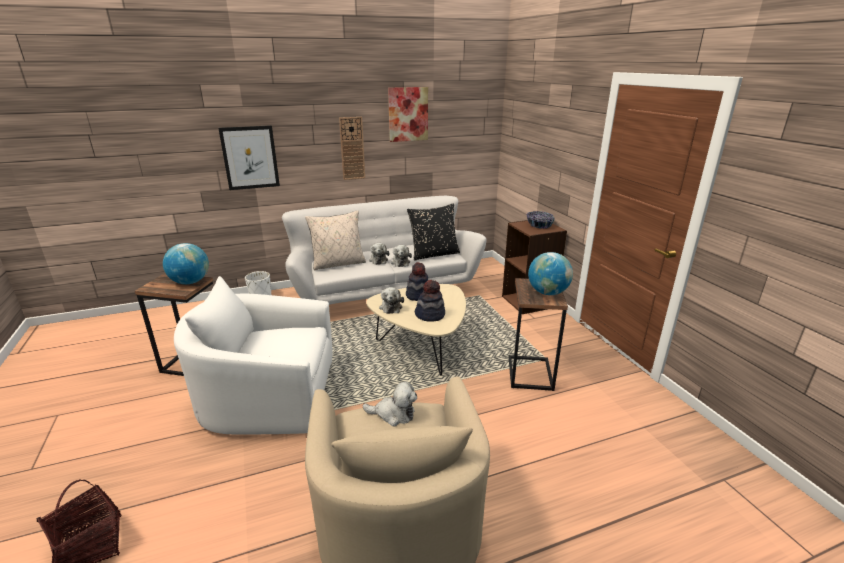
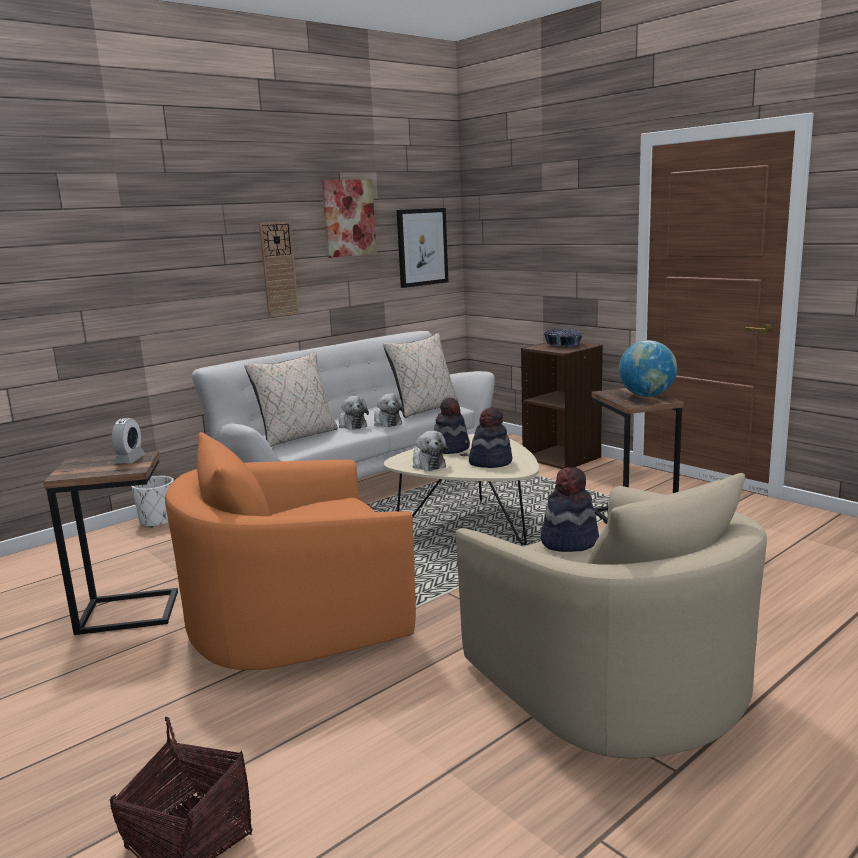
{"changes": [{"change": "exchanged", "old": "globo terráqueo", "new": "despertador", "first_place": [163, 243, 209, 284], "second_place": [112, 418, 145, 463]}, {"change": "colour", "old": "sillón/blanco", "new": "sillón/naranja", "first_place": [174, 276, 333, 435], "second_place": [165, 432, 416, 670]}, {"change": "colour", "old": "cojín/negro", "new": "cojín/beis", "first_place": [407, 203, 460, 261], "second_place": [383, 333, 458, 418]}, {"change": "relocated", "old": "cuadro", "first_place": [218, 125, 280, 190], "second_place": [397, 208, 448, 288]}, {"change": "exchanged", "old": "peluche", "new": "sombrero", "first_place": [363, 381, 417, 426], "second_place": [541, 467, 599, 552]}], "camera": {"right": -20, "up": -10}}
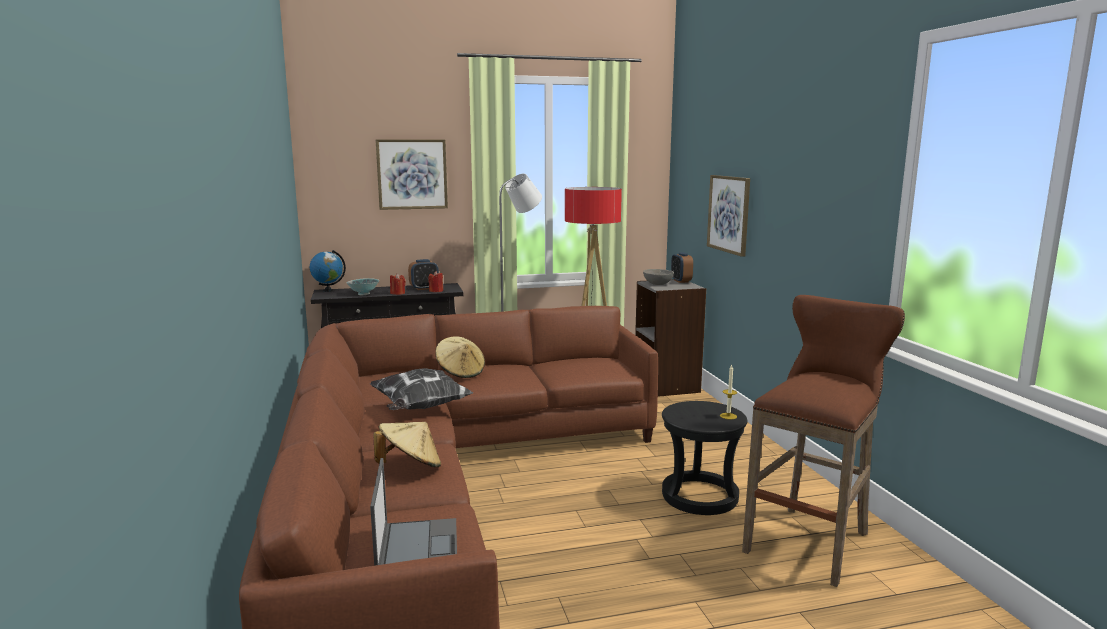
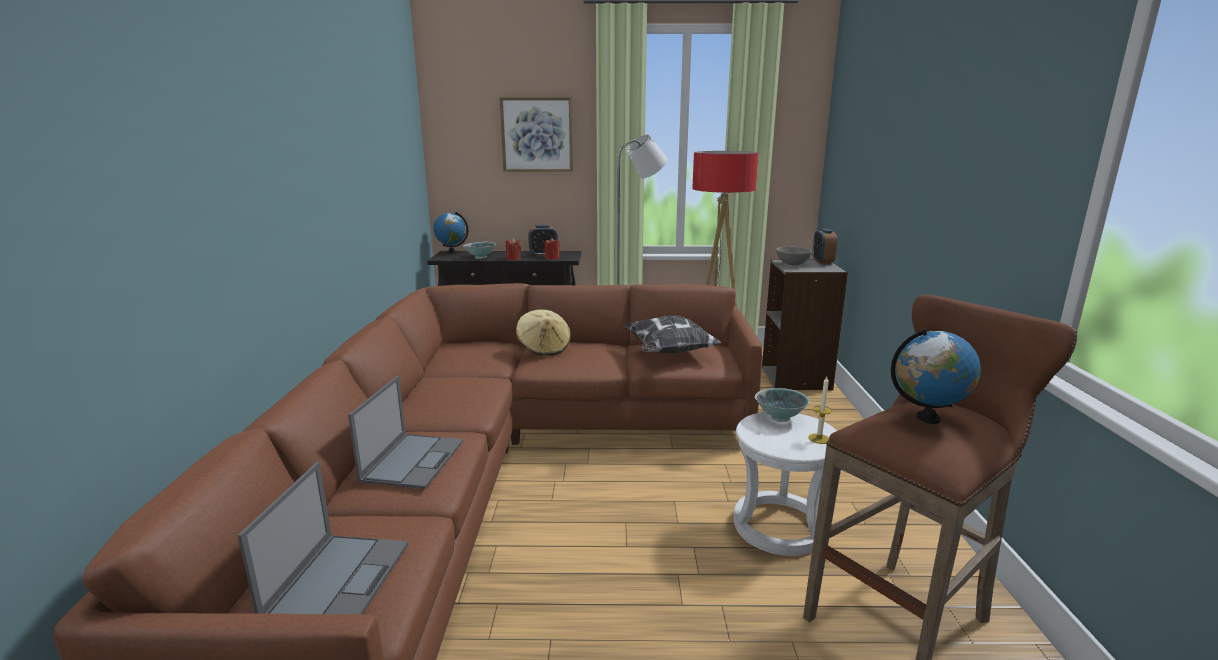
{"changes": [{"change": "exchanged", "old": "sombrero/beis", "new": "portátil", "first_place": [374, 422, 441, 467], "second_place": [348, 376, 463, 489]}, {"change": "relocated", "old": "cojín", "first_place": [370, 368, 473, 410], "second_place": [624, 315, 722, 354]}, {"change": "colour", "old": "taburete/negro", "new": "taburete/blanco", "first_place": [662, 401, 747, 515], "second_place": [734, 412, 837, 556]}, {"change": "appeared", "new": "cuenco", "second_place": [755, 388, 810, 422]}, {"change": "appeared", "new": "globo terráqueo", "second_place": [891, 328, 981, 424]}, {"change": "missing", "old": "cuadro", "first_place": [707, 175, 750, 257]}], "camera": {"right": 15, "up": 5}}
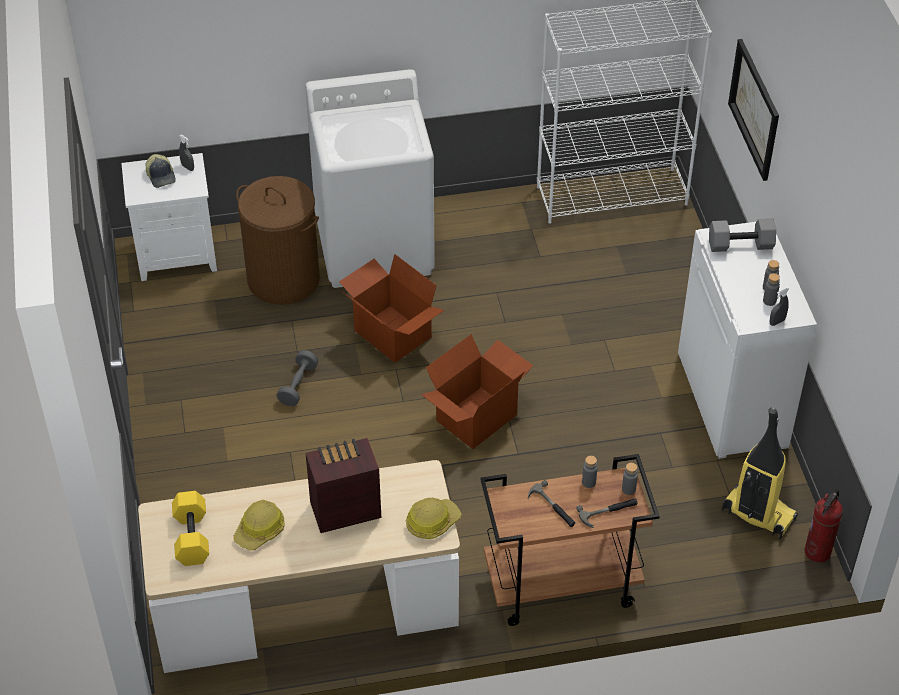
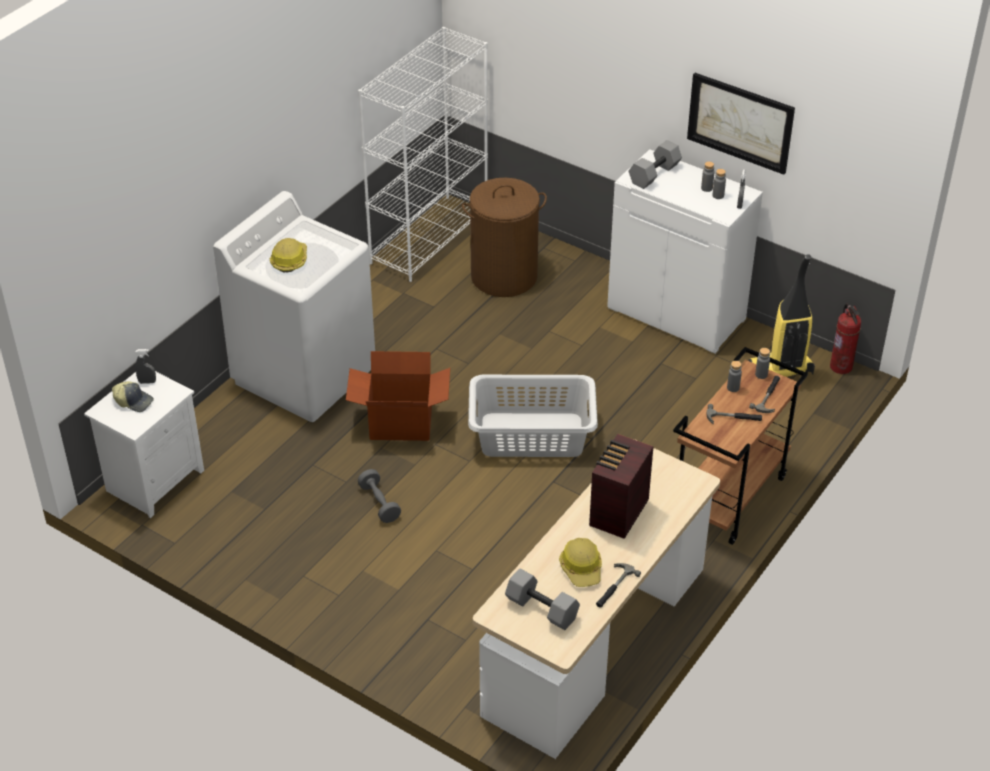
{"changes": [{"change": "relocated", "old": "casco", "first_place": [406, 498, 461, 539], "second_place": [270, 238, 307, 273]}, {"change": "relocated", "old": "cesto de la ropa/marrón", "first_place": [236, 176, 320, 305], "second_place": [462, 177, 547, 297]}, {"change": "exchanged", "old": "caja de cartón", "new": "cesto de la ropa/gris", "first_place": [421, 334, 533, 449], "second_place": [468, 375, 598, 457]}, {"change": "colour", "old": "mancuerna/amarillo", "new": "mancuerna/gris", "first_place": [172, 491, 209, 566], "second_place": [505, 568, 580, 630]}, {"change": "appeared", "new": "martillo", "second_place": [596, 563, 641, 608]}, {"change": "relocated", "old": "cuadro", "first_place": [728, 39, 779, 181], "second_place": [687, 73, 795, 175]}], "camera": {"right": -45, "up": -5}}
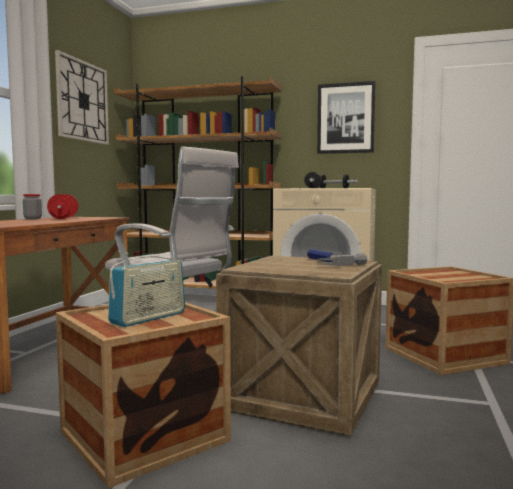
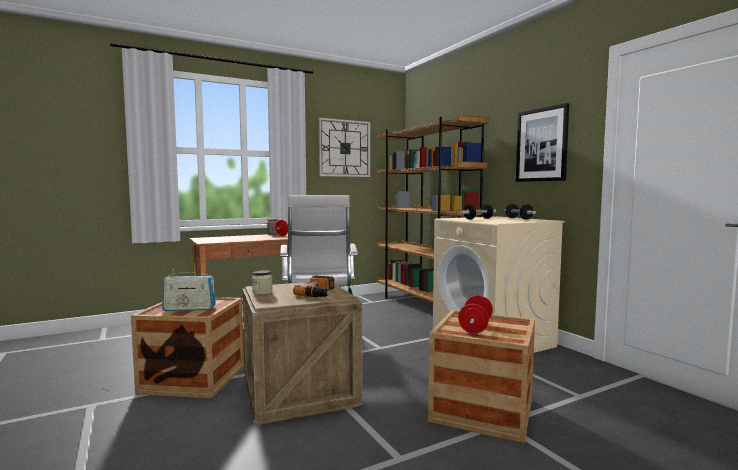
{"changes": [{"change": "appeared", "new": "tarro", "second_place": [252, 270, 273, 295]}, {"change": "exchanged", "old": "martillo", "new": "taladro", "first_place": [307, 249, 367, 266], "second_place": [293, 276, 334, 297]}, {"change": "appeared", "new": "mancuerna/rojo", "second_place": [458, 295, 493, 334]}], "camera": {"right": 45, "up": 0}}
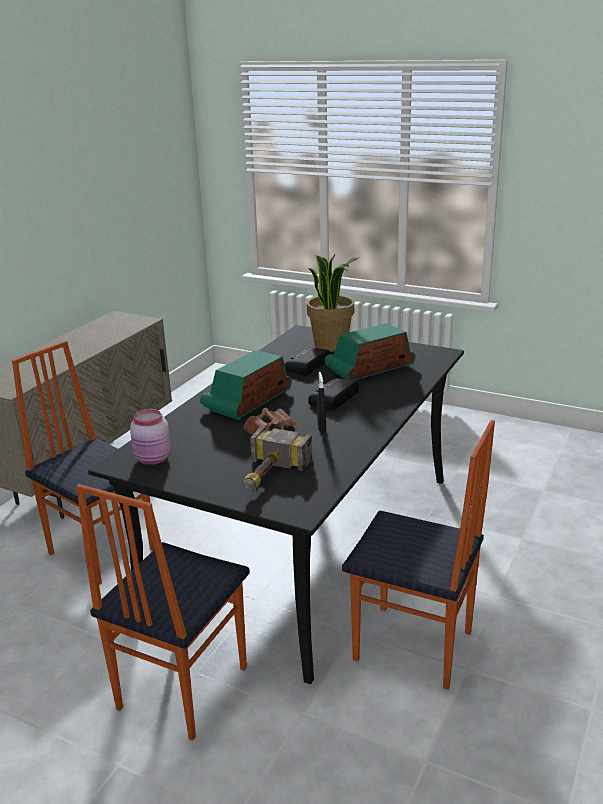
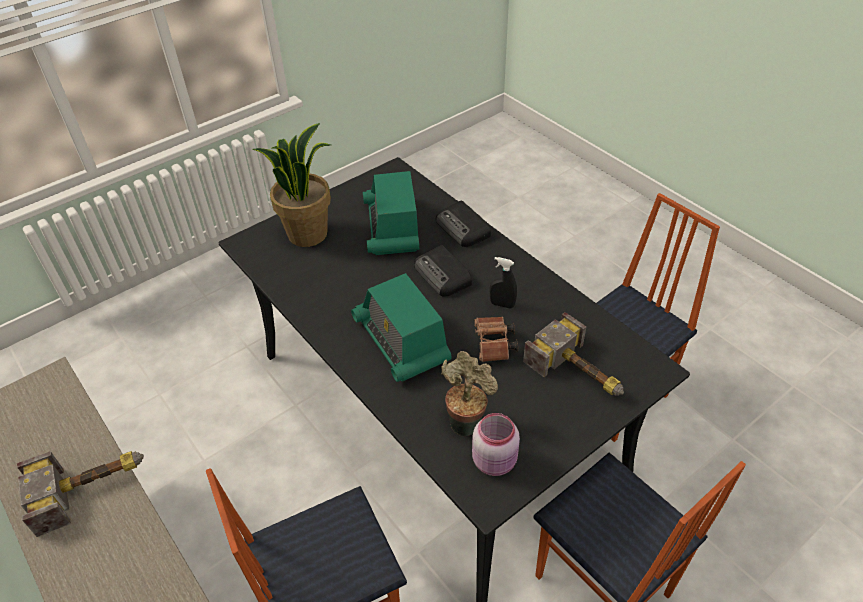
{"changes": [{"change": "appeared", "new": "martillo", "second_place": [17, 451, 144, 537]}, {"change": "relocated", "old": "radio", "first_place": [285, 348, 330, 376], "second_place": [436, 201, 491, 247]}, {"change": "appeared", "new": "planta en maceta", "second_place": [441, 351, 498, 436]}], "camera": {"right": -65, "up": 20}}
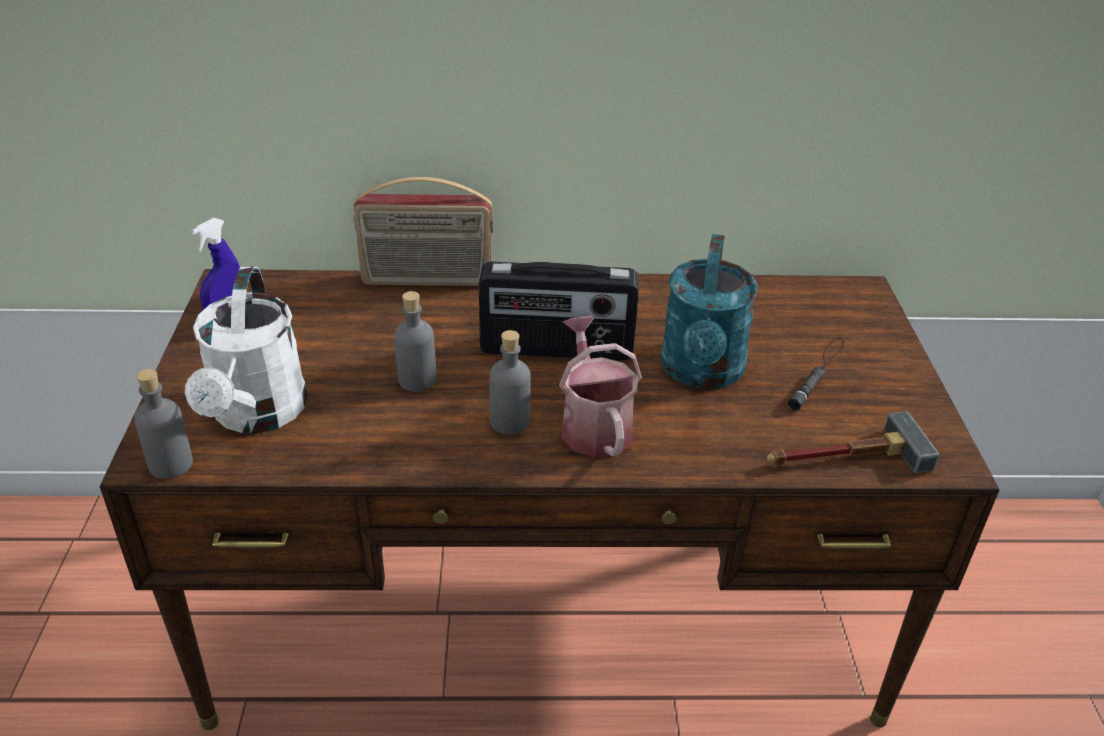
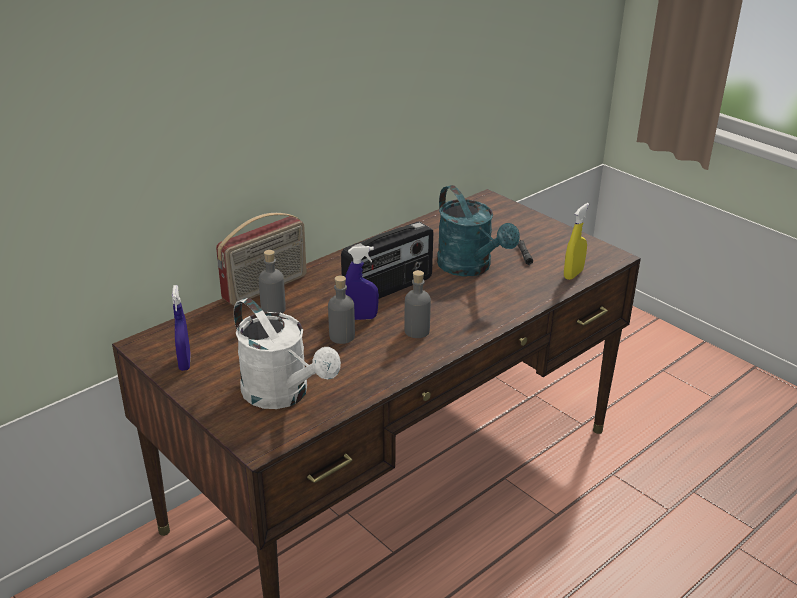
{"changes": [{"change": "relocated", "old": "botella/gris", "first_place": [134, 369, 193, 479], "second_place": [259, 250, 286, 313]}, {"change": "appeared", "new": "pulverizador/azul", "second_place": [345, 246, 379, 320]}, {"change": "exchanged", "old": "martillo", "new": "pulverizador/amarillo", "first_place": [767, 412, 940, 473], "second_place": [564, 203, 589, 280]}, {"change": "missing", "old": "regadera", "first_place": [559, 316, 642, 458]}], "camera": {"right": -40, "up": -5}}
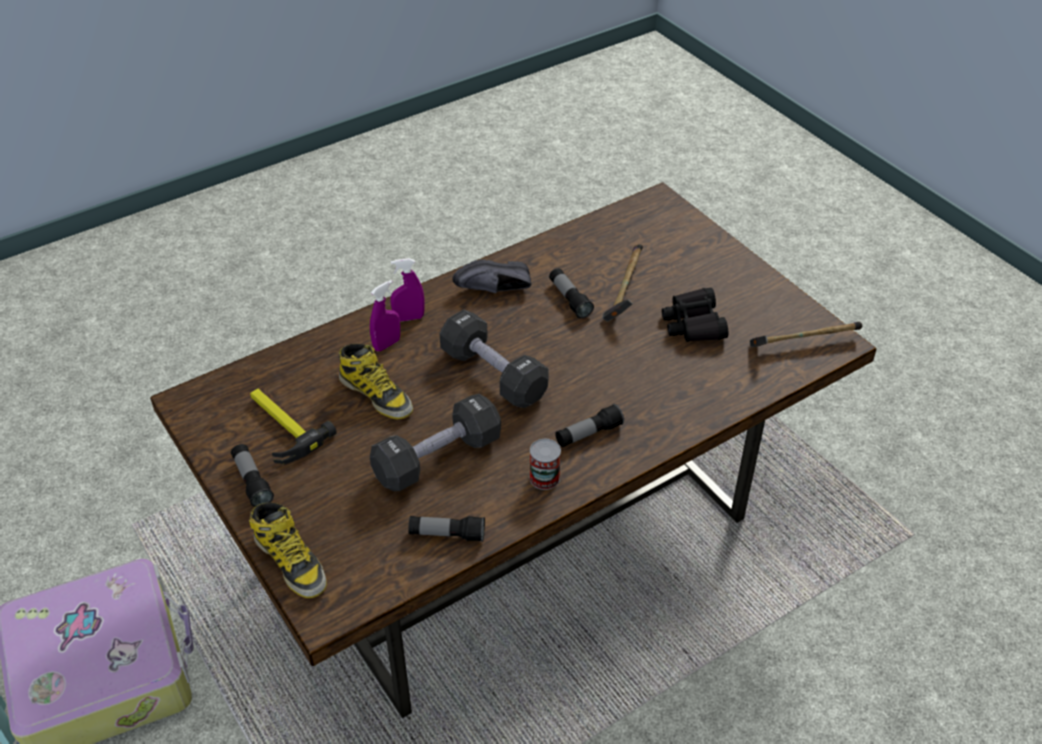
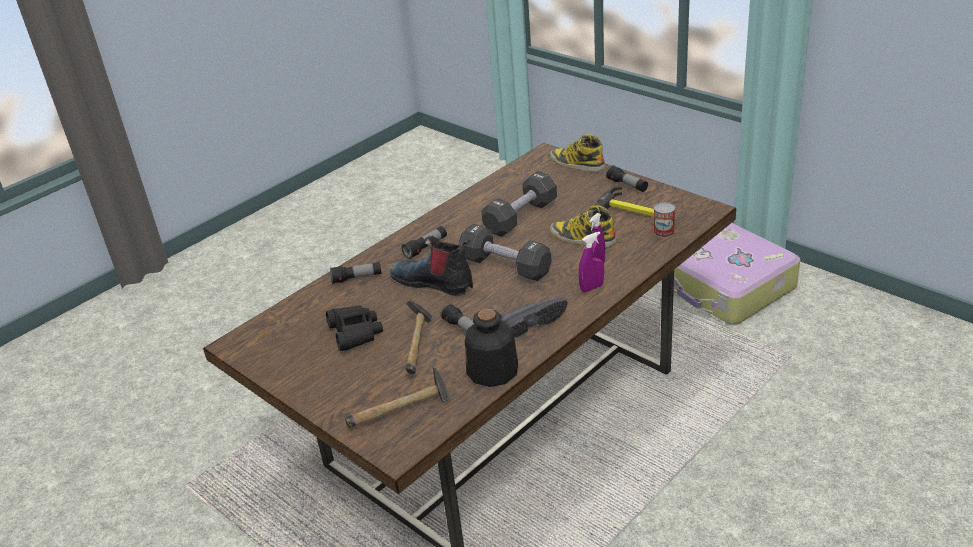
{"changes": [{"change": "relocated", "old": "linterna", "first_place": [408, 516, 485, 542], "second_place": [330, 262, 382, 284]}, {"change": "relocated", "old": "martillo", "first_place": [750, 322, 862, 347], "second_place": [345, 367, 450, 428]}, {"change": "appeared", "new": "bota", "second_place": [390, 236, 473, 296]}, {"change": "appeared", "new": "botella", "second_place": [465, 309, 518, 387]}, {"change": "relocated", "old": "lata", "first_place": [530, 439, 561, 490], "second_place": [653, 202, 675, 238]}], "camera": {"right": 170, "up": -10}}
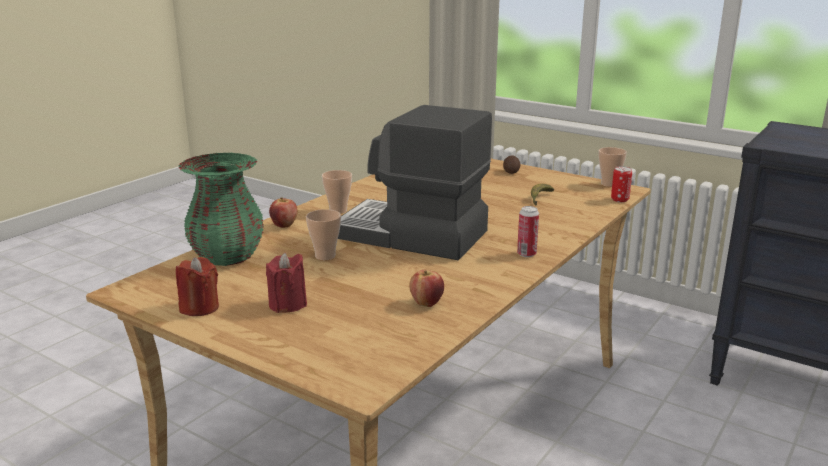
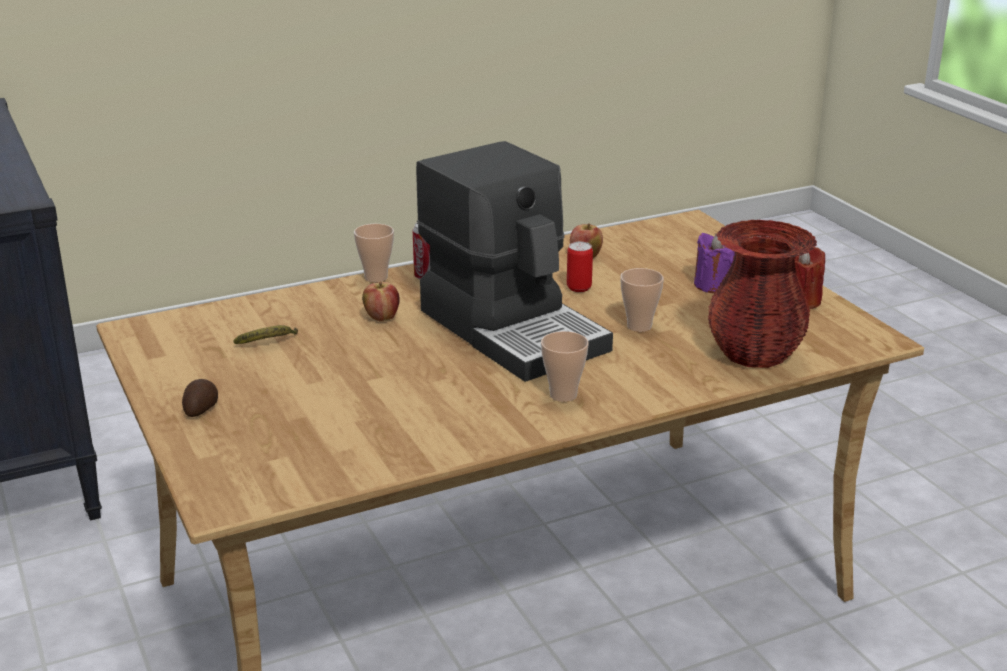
{"changes": [{"change": "relocated", "old": "taza", "first_place": [598, 147, 627, 187], "second_place": [354, 224, 394, 283]}, {"change": "relocated", "old": "manzana", "first_place": [269, 198, 297, 228], "second_place": [362, 282, 400, 322]}, {"change": "relocated", "old": "lata", "first_place": [611, 166, 632, 202], "second_place": [567, 242, 593, 292]}, {"change": "colour", "old": "vela/rojo", "new": "vela/morado", "first_place": [266, 253, 307, 313], "second_place": [694, 233, 735, 293]}, {"change": "colour", "old": "florero/verde", "new": "florero/rojo", "first_place": [178, 153, 264, 266], "second_place": [708, 220, 817, 368]}], "camera": {"right": -150, "up": 5}}
